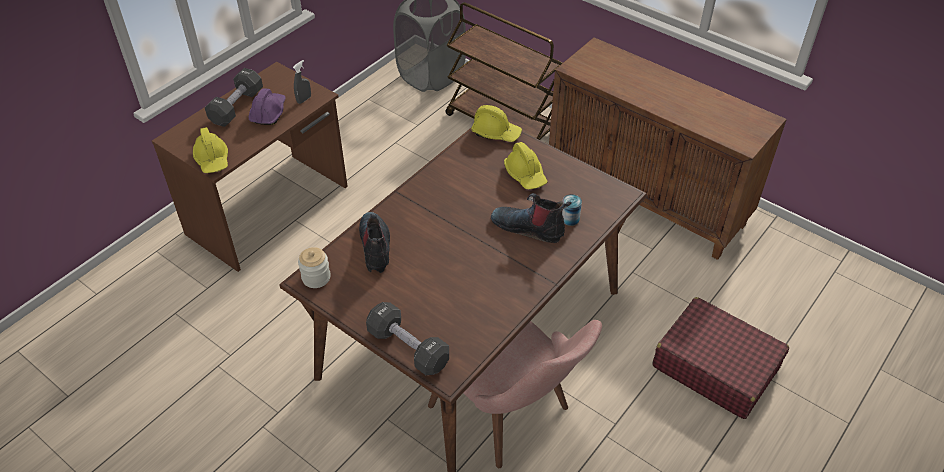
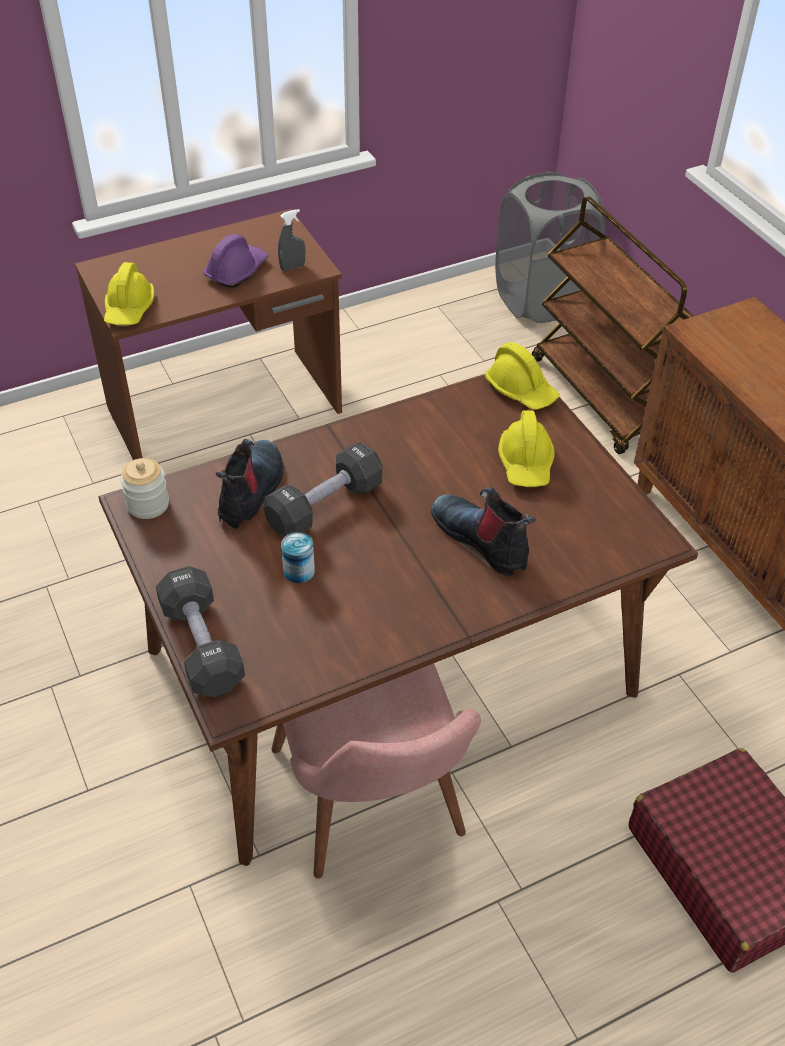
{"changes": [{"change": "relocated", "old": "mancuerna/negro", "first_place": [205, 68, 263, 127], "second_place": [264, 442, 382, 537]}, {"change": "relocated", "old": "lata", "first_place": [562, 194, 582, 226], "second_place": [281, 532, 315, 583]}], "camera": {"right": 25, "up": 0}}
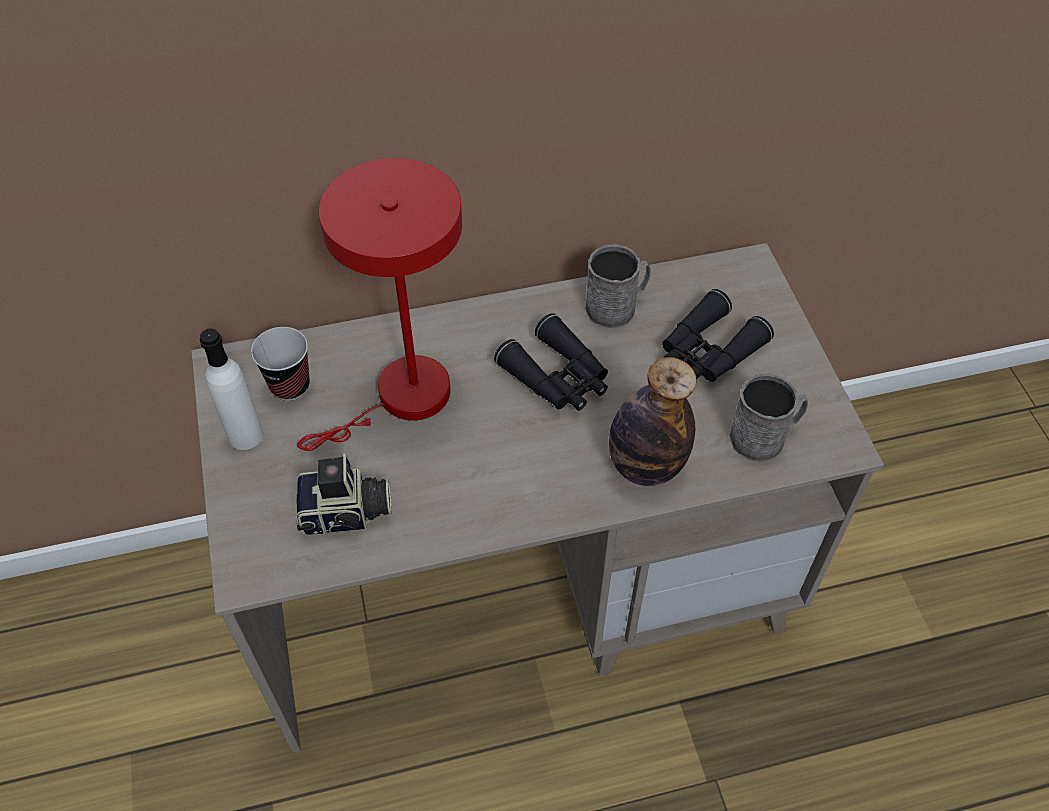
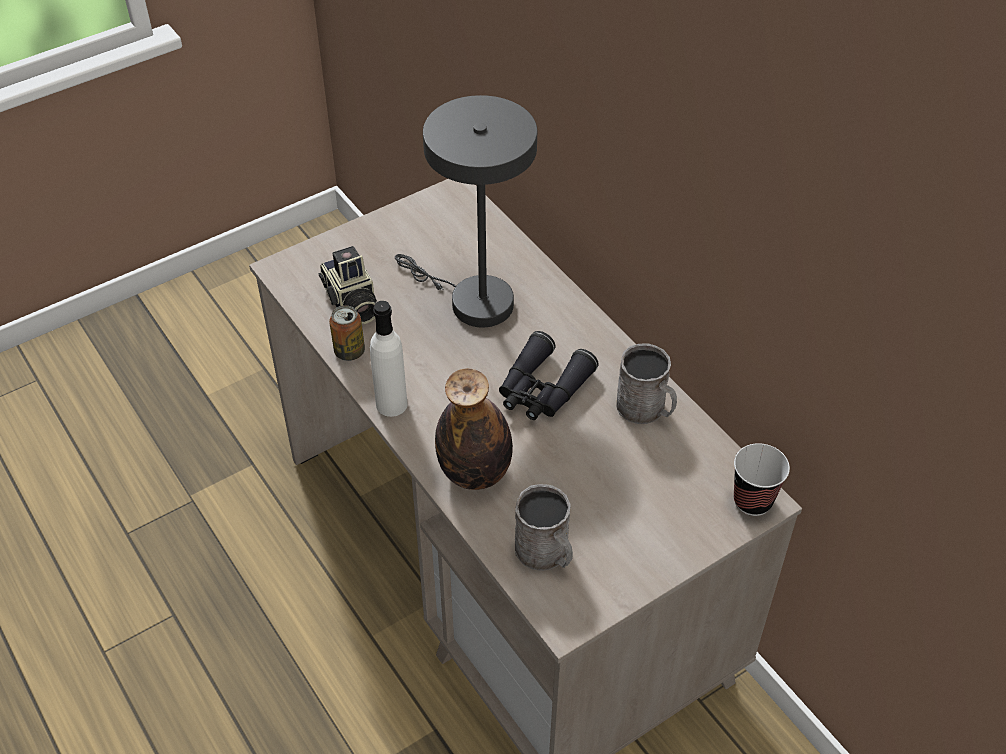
{"changes": [{"change": "appeared", "new": "lata", "second_place": [329, 305, 365, 361]}, {"change": "relocated", "old": "botella/blanco", "first_place": [200, 328, 263, 450], "second_place": [370, 301, 408, 417]}, {"change": "colour", "old": "lámpara de mesa/rojo", "new": "lámpara de mesa/gris", "first_place": [297, 158, 462, 451], "second_place": [395, 95, 537, 327]}, {"change": "relocated", "old": "taza", "first_place": [251, 327, 310, 401], "second_place": [734, 443, 790, 516]}, {"change": "missing", "old": "prismáticos/negro", "first_place": [662, 289, 774, 382]}], "camera": {"right": 70, "up": -5}}
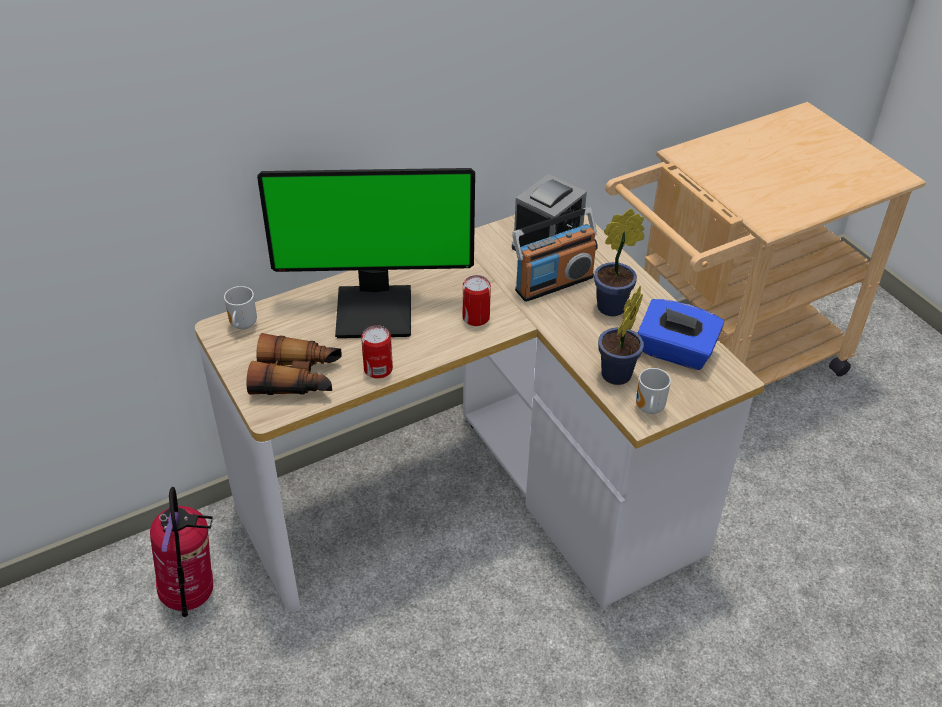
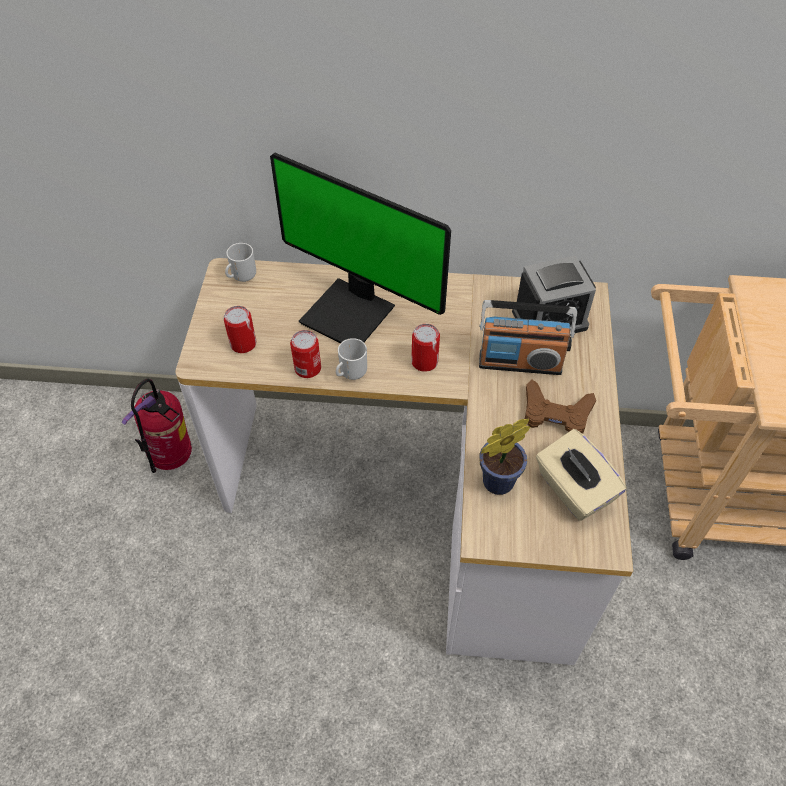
{"changes": [{"change": "exchanged", "old": "prismáticos", "new": "lata", "first_place": [246, 333, 342, 395], "second_place": [223, 306, 256, 353]}, {"change": "relocated", "old": "taza grande", "first_place": [636, 368, 671, 414], "second_place": [336, 338, 367, 380]}, {"change": "exchanged", "old": "planta en maceta", "new": "mando de consola/marrón", "first_place": [594, 209, 644, 316], "second_place": [525, 380, 596, 434]}, {"change": "colour", "old": "caja de pañuelos/azul", "new": "caja de pañuelos/beis", "first_place": [638, 299, 724, 370], "second_place": [536, 429, 627, 521]}], "camera": {"right": 35, "up": 10}}
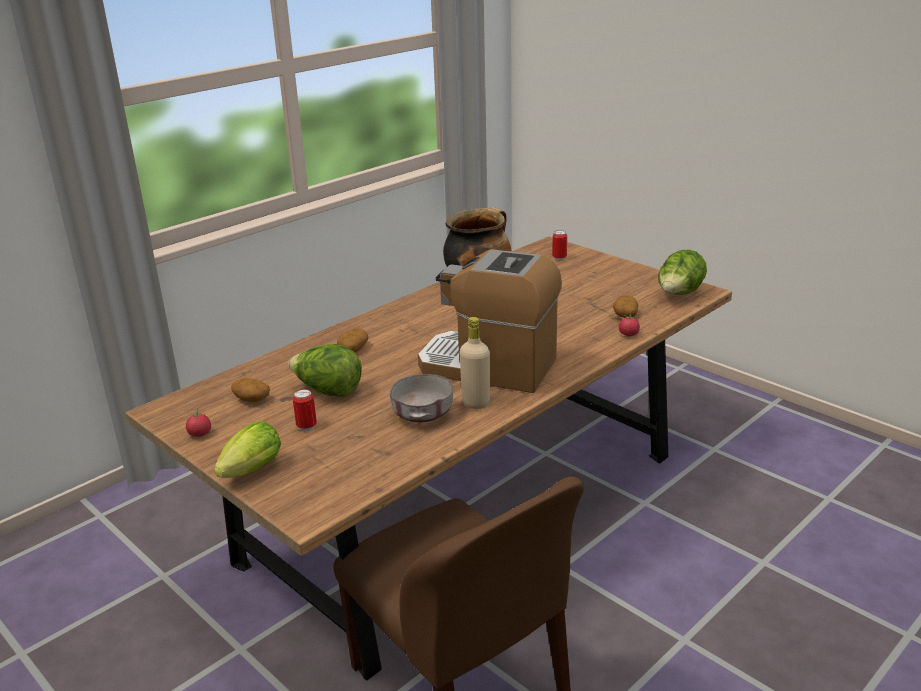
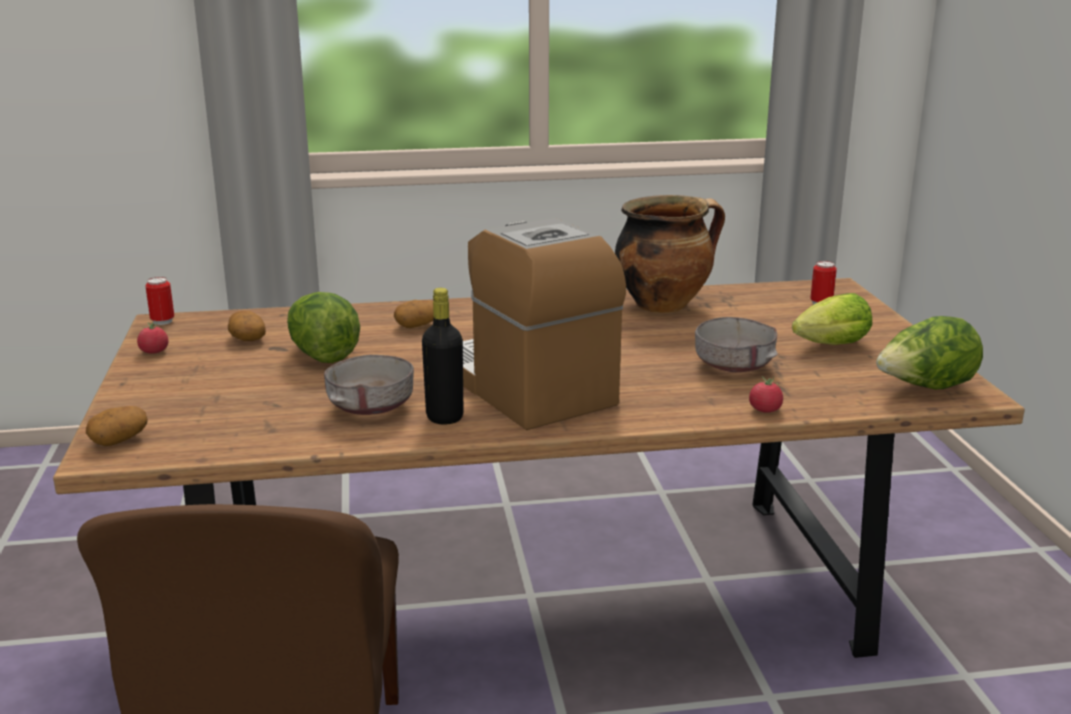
{"changes": [{"change": "relocated", "old": "patata", "first_place": [613, 295, 638, 318], "second_place": [86, 406, 148, 446]}, {"change": "relocated", "old": "lata", "first_place": [293, 389, 317, 431], "second_place": [145, 277, 174, 325]}, {"change": "colour", "old": "botella/beis", "new": "botella/negro", "first_place": [460, 317, 490, 409], "second_place": [422, 288, 463, 425]}, {"change": "appeared", "new": "cuenco/gris", "second_place": [695, 317, 778, 372]}, {"change": "relocated", "old": "lechuga", "first_place": [214, 422, 281, 478], "second_place": [792, 293, 872, 345]}], "camera": {"right": 35, "up": -5}}
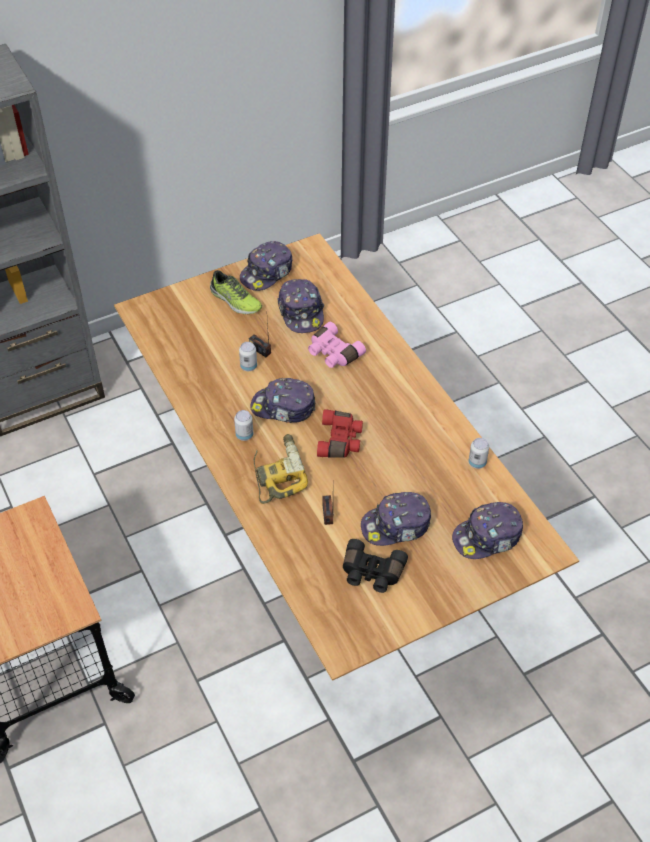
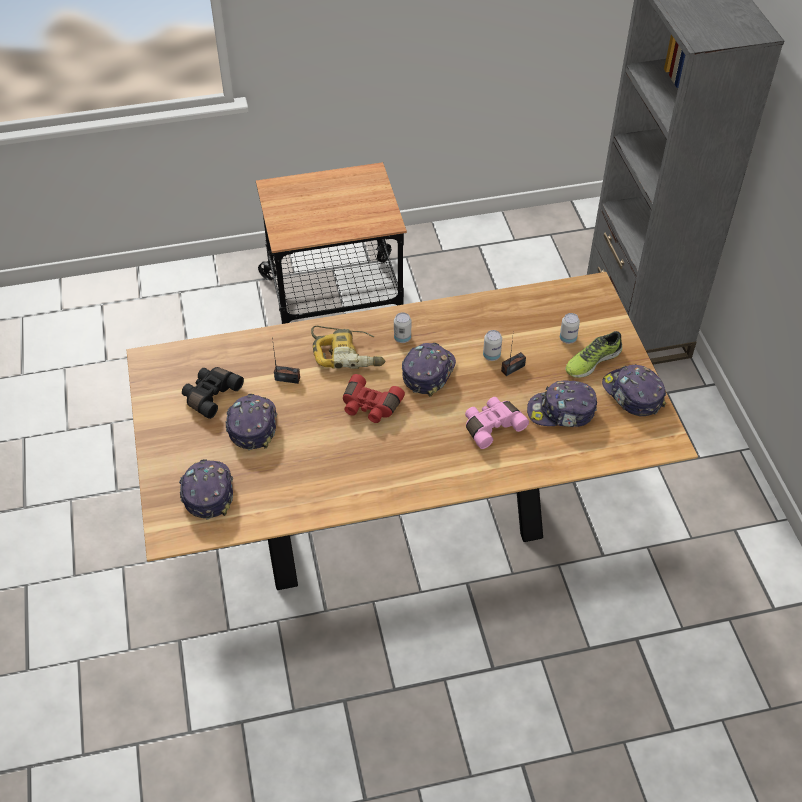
{"changes": [{"change": "relocated", "old": "lata", "first_place": [469, 438, 489, 469], "second_place": [560, 313, 580, 344]}], "camera": {"right": 105, "up": 0}}
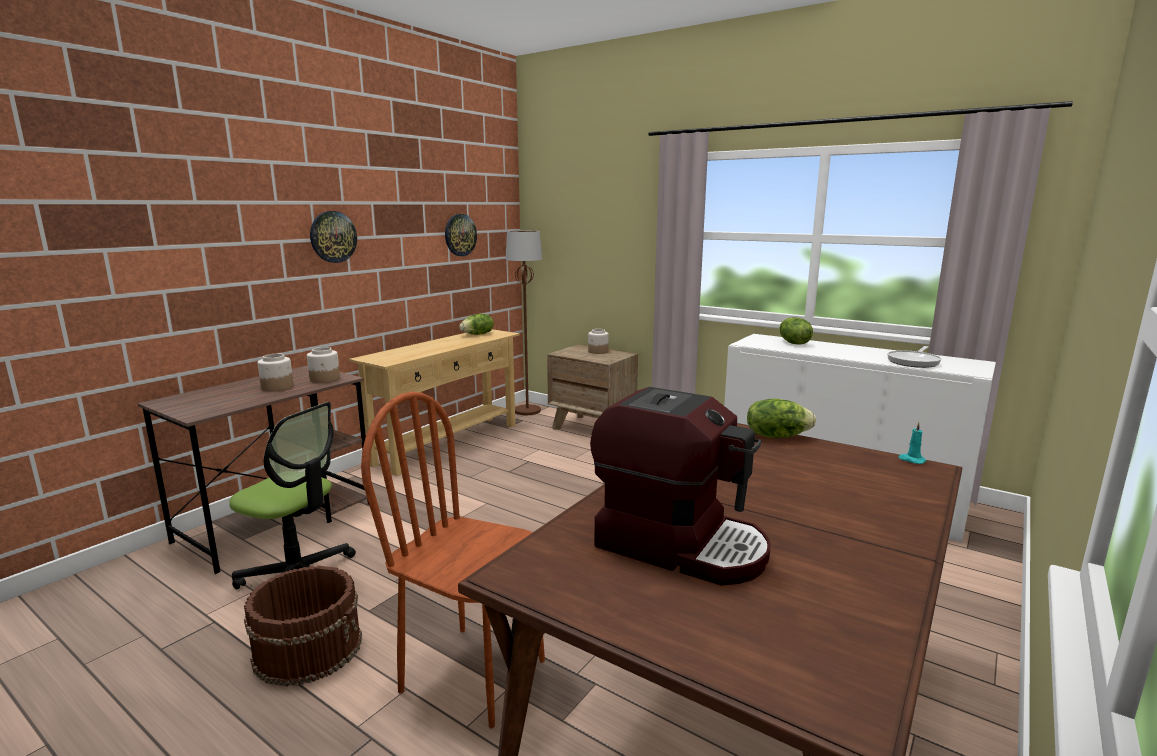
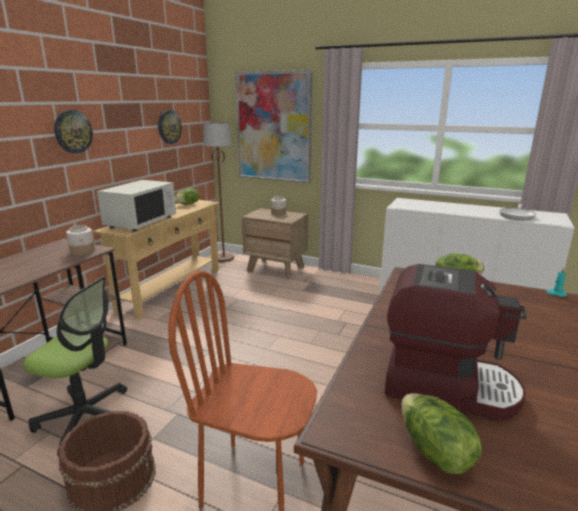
{"changes": [{"change": "appeared", "new": "microondas/blanco", "second_place": [97, 180, 176, 232]}, {"change": "appeared", "new": "cuadro", "second_place": [235, 70, 312, 183]}, {"change": "relocated", "old": "lechuga", "first_place": [779, 317, 813, 344], "second_place": [402, 393, 482, 474]}, {"change": "missing", "old": "tarro", "first_place": [258, 354, 294, 391]}], "camera": {"right": -10, "up": 5}}
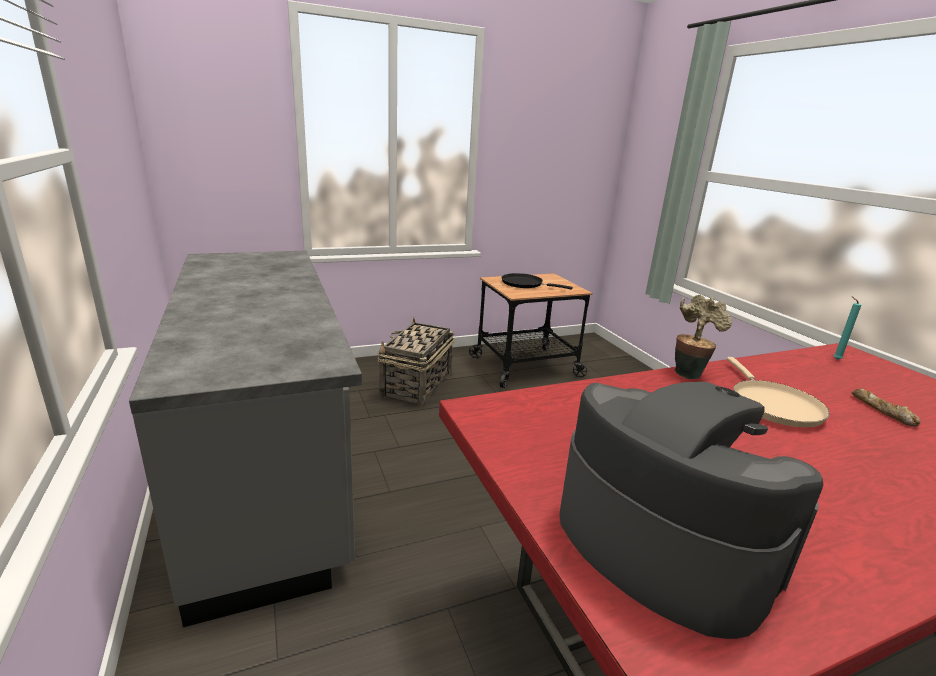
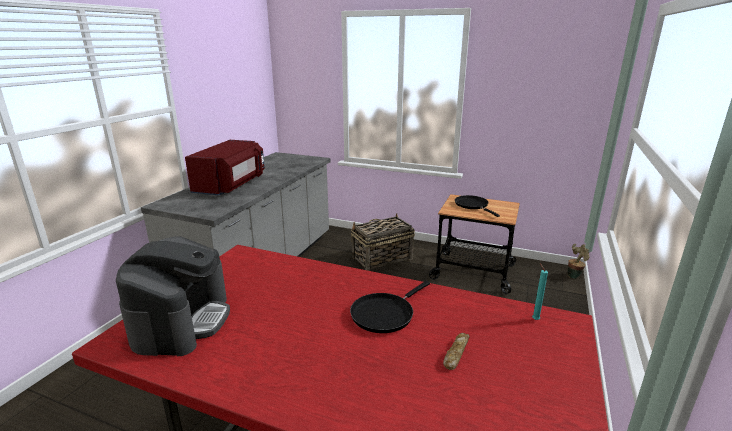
{"changes": [{"change": "appeared", "new": "microondas/rojo", "second_place": [185, 140, 265, 195]}, {"change": "colour", "old": "sartén/beis", "new": "sartén/negro", "first_place": [727, 357, 830, 427], "second_place": [350, 281, 430, 333]}, {"change": "relocated", "old": "planta en maceta", "first_place": [674, 295, 732, 379], "second_place": [568, 244, 590, 279]}], "camera": {"right": 45, "up": 0}}
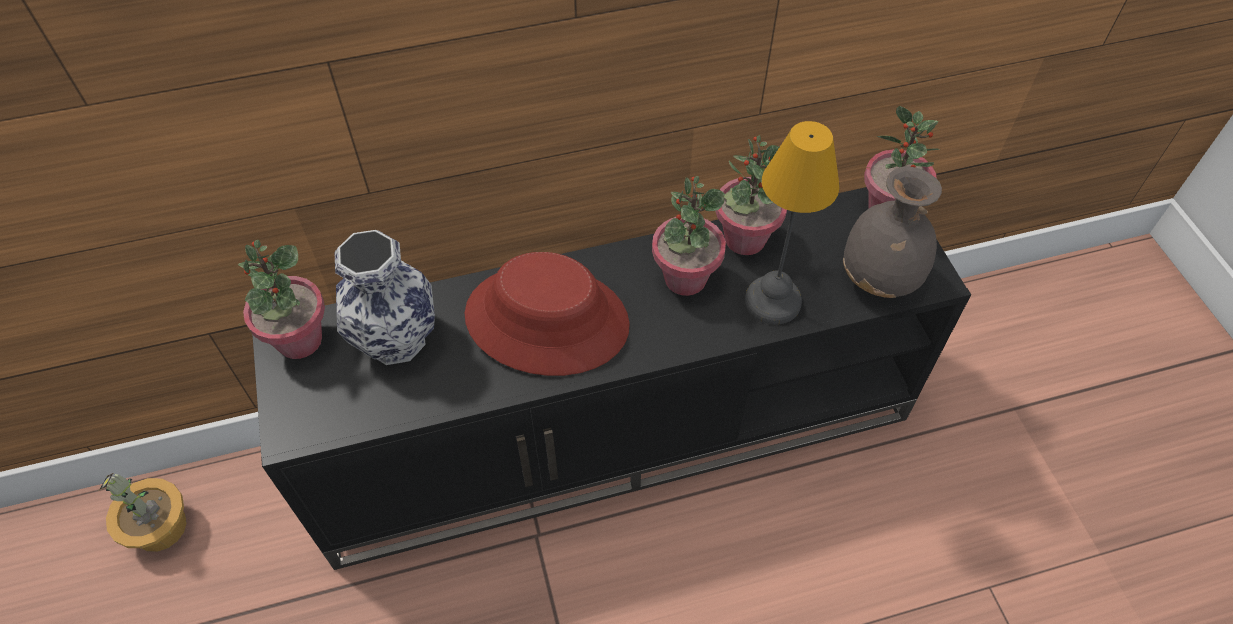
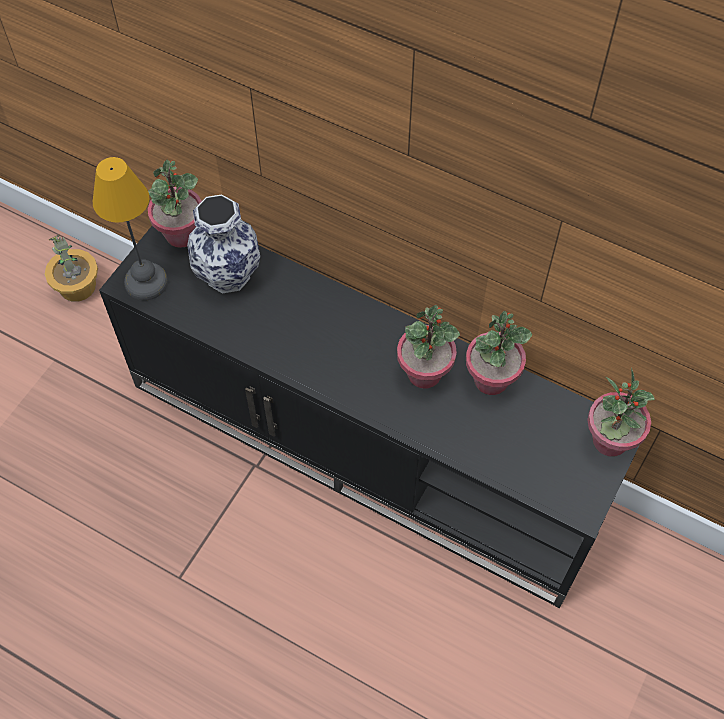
{"changes": [{"change": "relocated", "old": "lámpara de mesa", "first_place": [745, 121, 840, 325], "second_place": [93, 157, 168, 301]}, {"change": "missing", "old": "sombrero/rojo", "first_place": [465, 252, 630, 376]}, {"change": "missing", "old": "florero/gris", "first_place": [843, 166, 942, 298]}], "camera": {"right": 45, "up": 5}}
